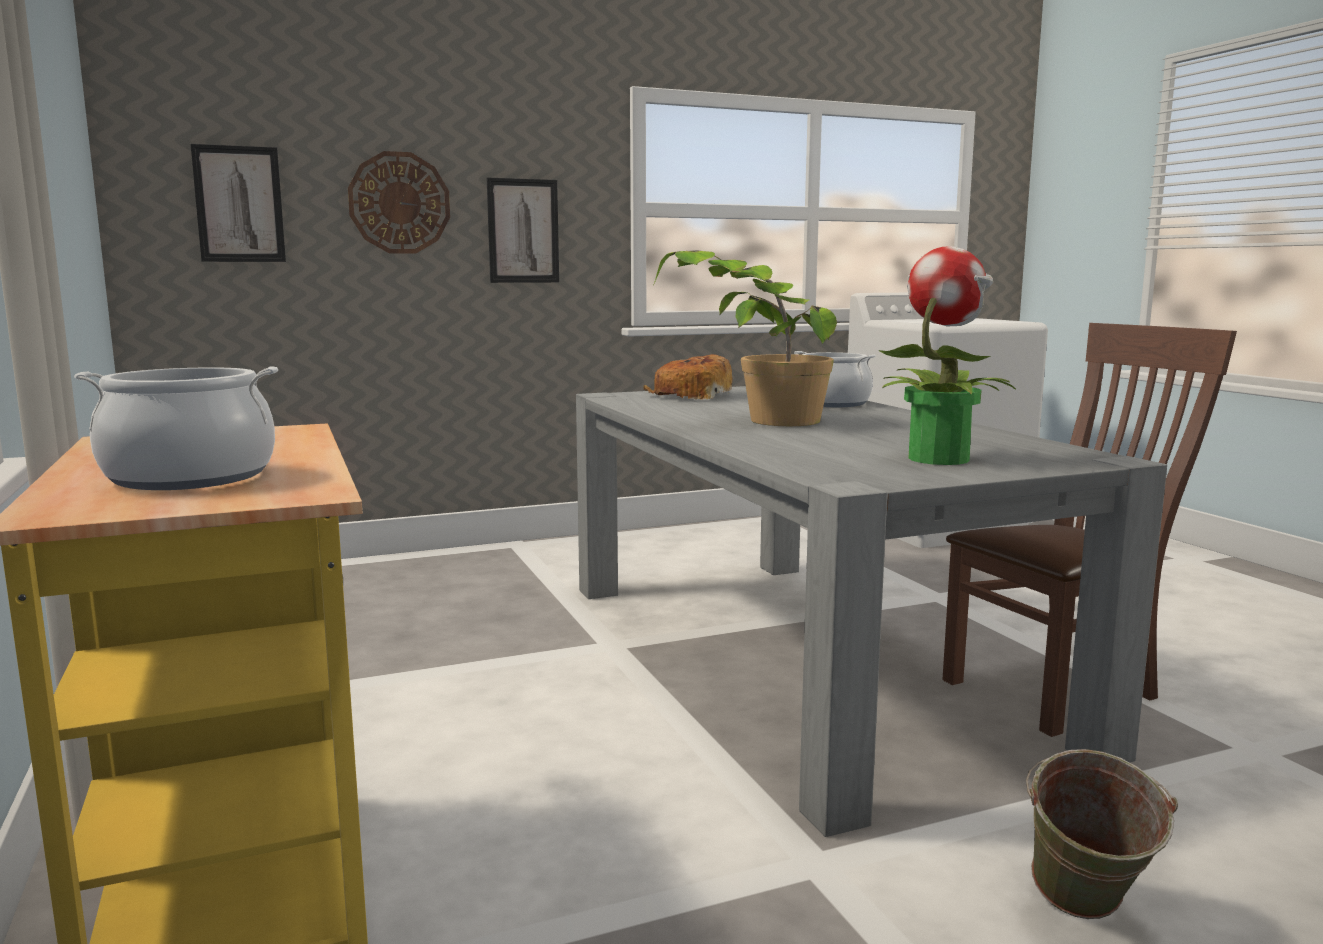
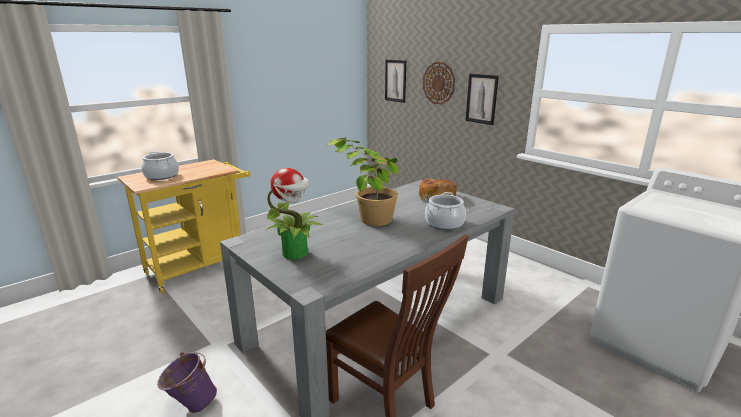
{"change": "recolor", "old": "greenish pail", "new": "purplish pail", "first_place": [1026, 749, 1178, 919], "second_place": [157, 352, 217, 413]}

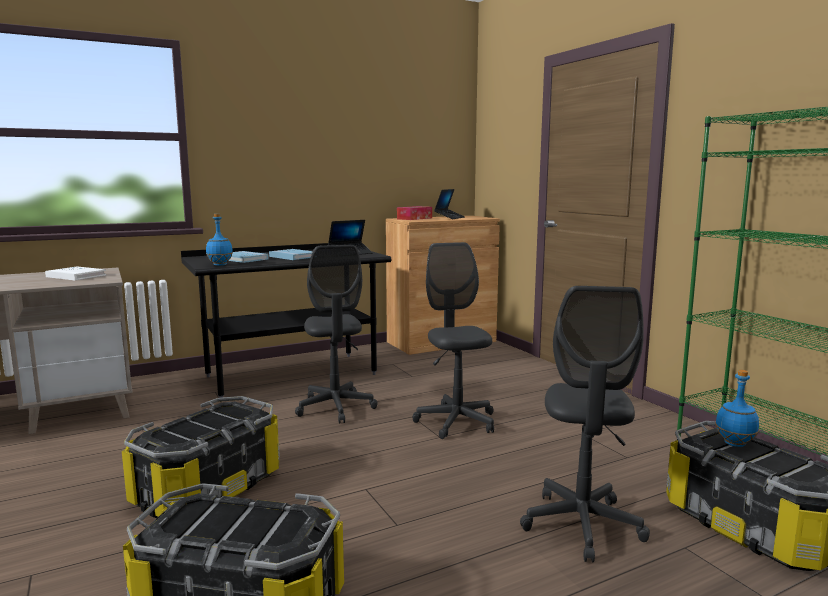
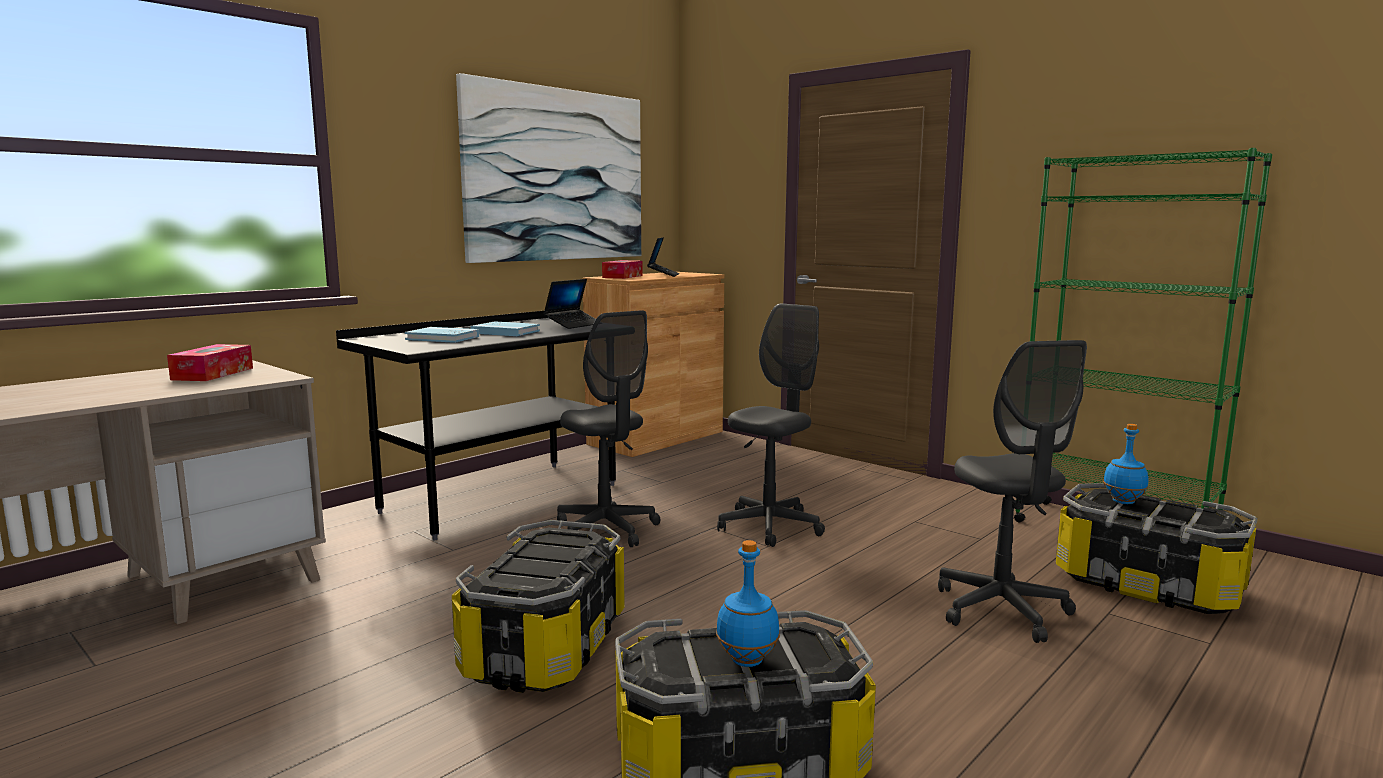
{"change": "replace", "old": "white-coloured volume", "new": "tissue box", "first_place": [45, 266, 106, 280], "second_place": [167, 344, 253, 381]}
{"change": "insert", "new": "wall picture", "second_place": [456, 73, 641, 263]}
{"change": "move", "old": "blue drink bottle", "first_place": [206, 214, 233, 266], "second_place": [716, 540, 780, 667]}
{"change": "rotate", "old": "grey computer chair", "first_place": [413, 242, 494, 439], "second_place": [717, 303, 825, 547], "degrees": 75}

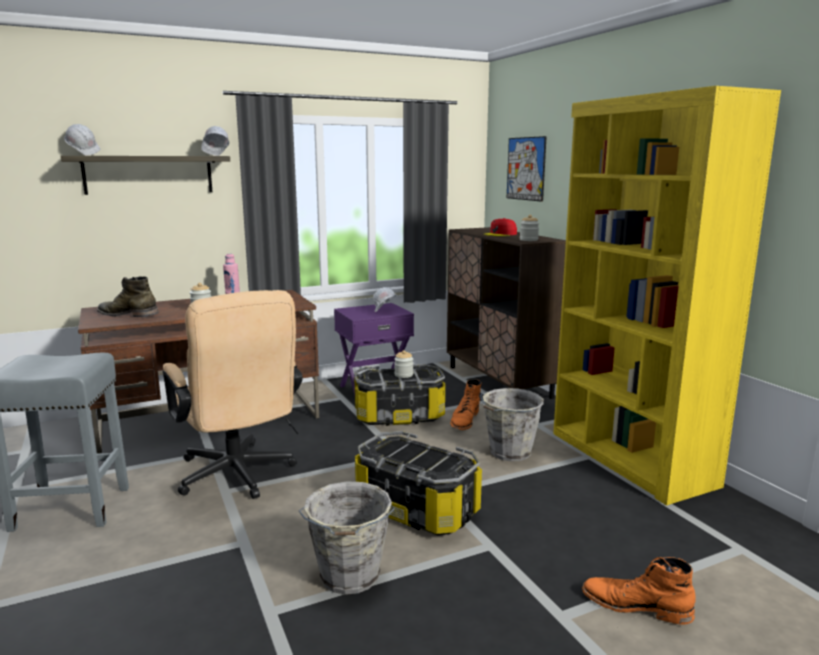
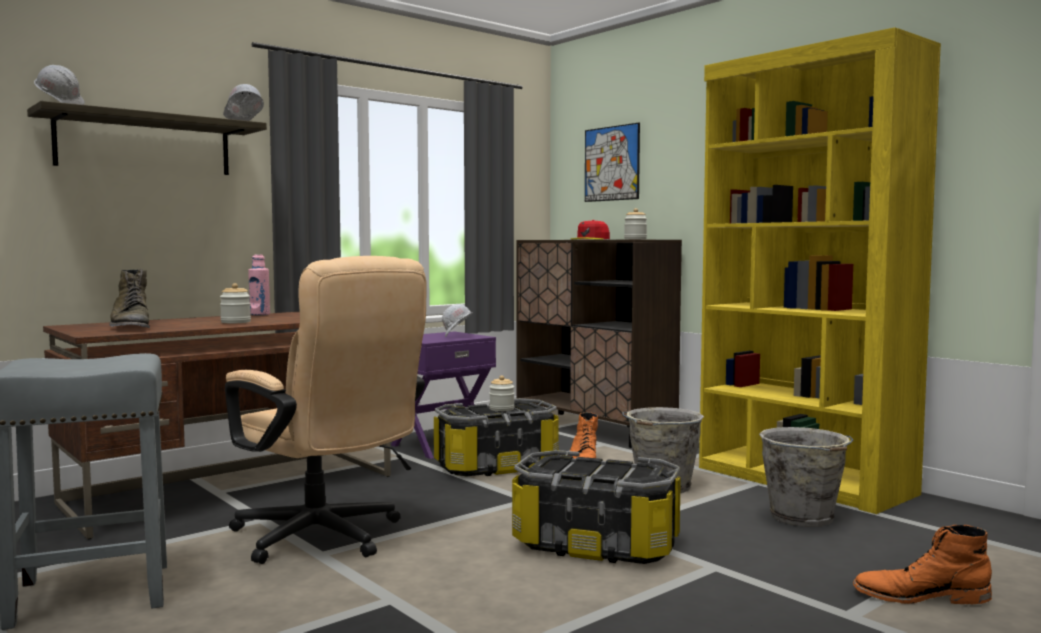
{"change": "rotate", "old": "greenish tall boot", "first_place": [97, 276, 159, 317], "second_place": [109, 269, 150, 328], "degrees": -120}
{"change": "move", "old": "grey pail", "first_place": [299, 481, 395, 595], "second_place": [759, 427, 853, 527]}

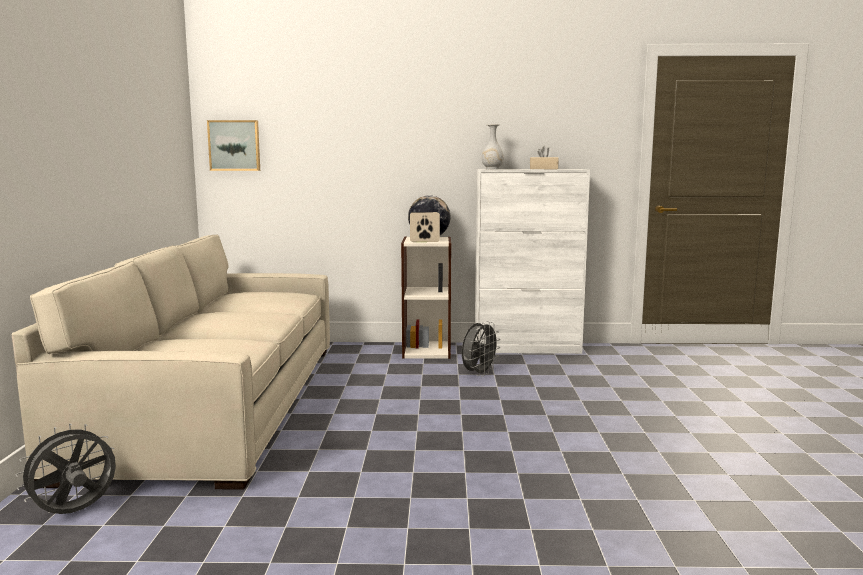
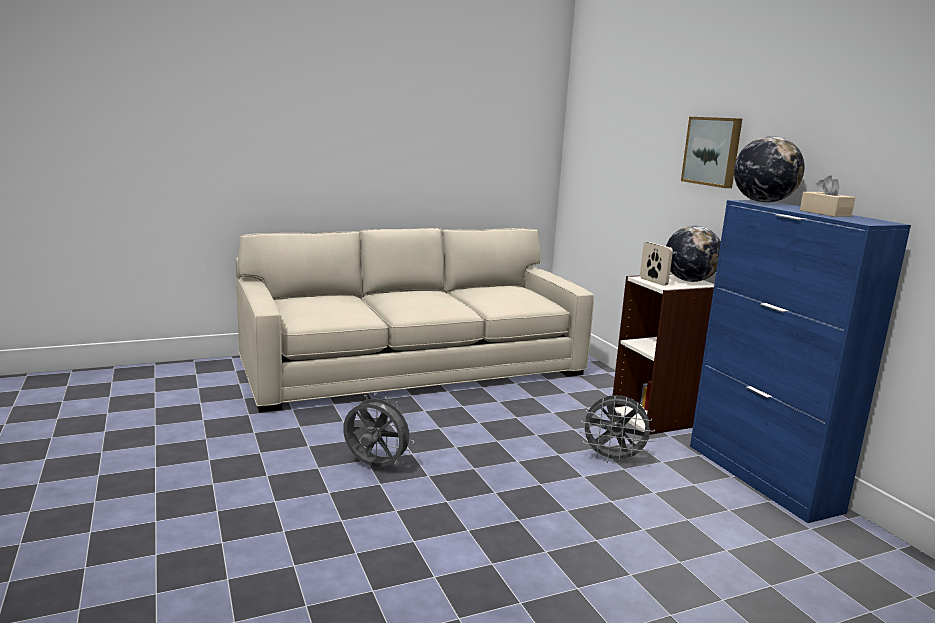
{"change": "move", "old": "grey fan", "first_place": [15, 423, 116, 514], "second_place": [343, 393, 415, 467]}
{"change": "move", "old": "wall picture", "first_place": [207, 120, 260, 171], "second_place": [681, 117, 742, 188]}
{"change": "recolor", "old": "white-coloured cupboard", "new": "blue cupboard", "first_place": [475, 169, 590, 354], "second_place": [690, 200, 911, 523]}
{"change": "replace", "old": "white-coloured flower vase", "new": "world globe", "first_place": [482, 124, 504, 169], "second_place": [734, 136, 805, 203]}

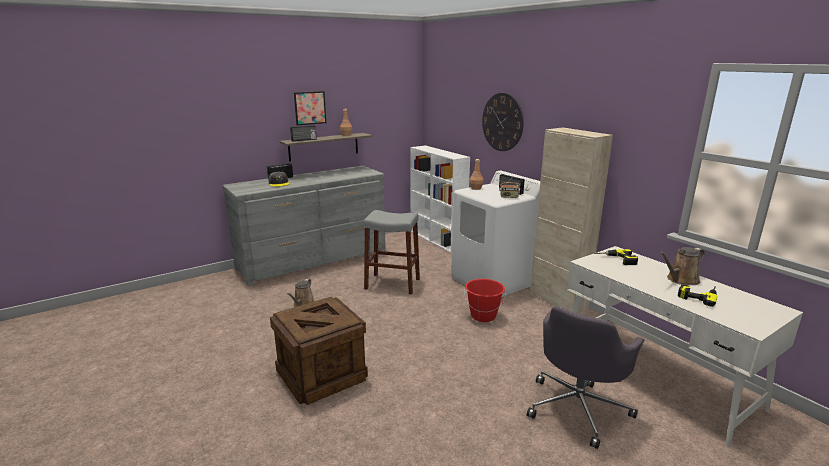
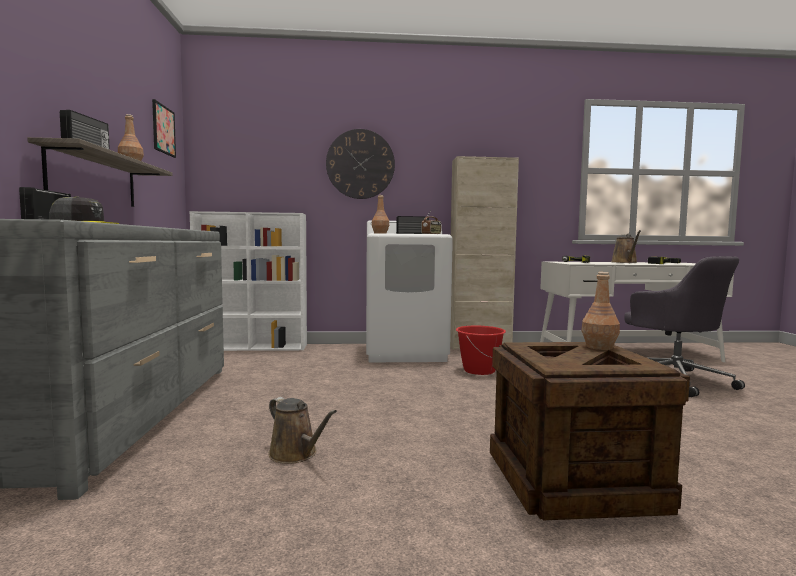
{"change": "move", "old": "wall picture", "first_place": [294, 91, 326, 125], "second_place": [152, 99, 176, 158]}
{"change": "insert", "new": "brown-coloured drink bottle", "second_place": [581, 272, 620, 350]}
{"change": "delete", "old": "grey sitting stool", "first_place": [363, 210, 420, 294]}

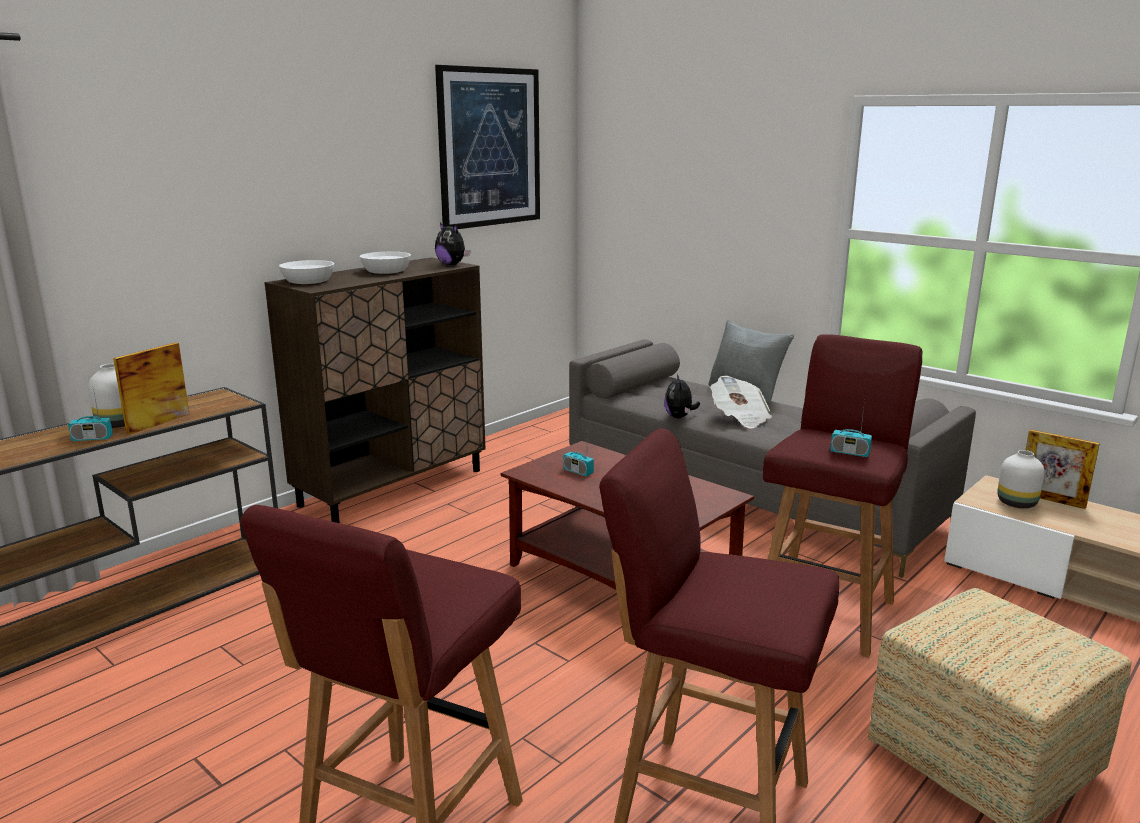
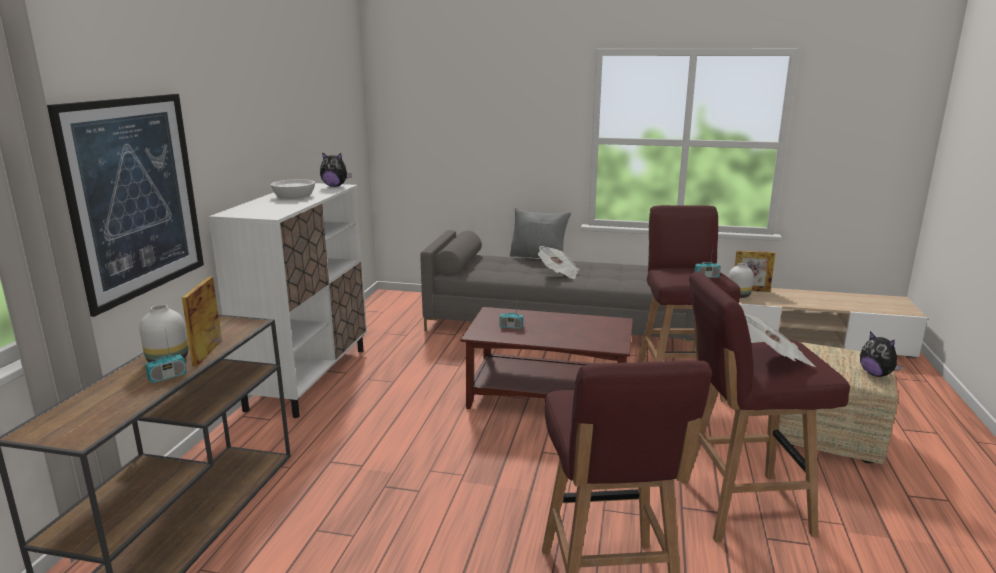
{"change": "move", "old": "wall picture", "first_place": [435, 65, 540, 229], "second_place": [47, 94, 204, 317]}
{"change": "recolor", "old": "brown-coloured cupboard", "new": "white-coloured cupboard", "first_place": [264, 258, 485, 523], "second_place": [209, 183, 367, 418]}
{"change": "insert", "new": "printed paper", "second_place": [744, 314, 816, 367]}
{"change": "move", "old": "plush toy", "first_place": [664, 374, 700, 418], "second_place": [860, 331, 903, 377]}
{"change": "delete", "old": "white-coloured deep dish", "first_place": [279, 260, 335, 284]}

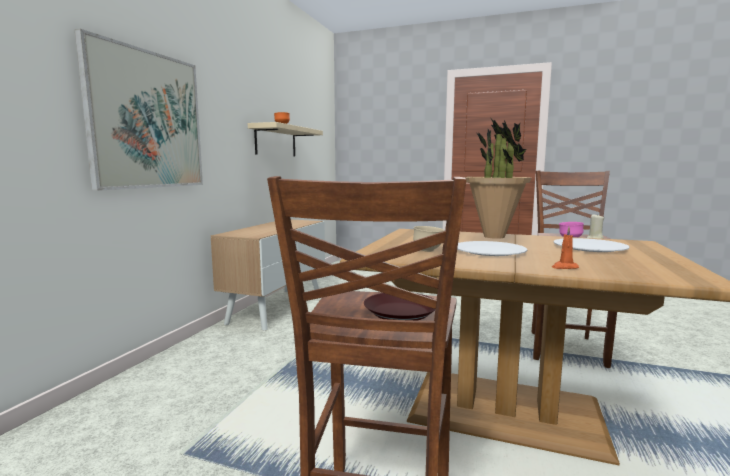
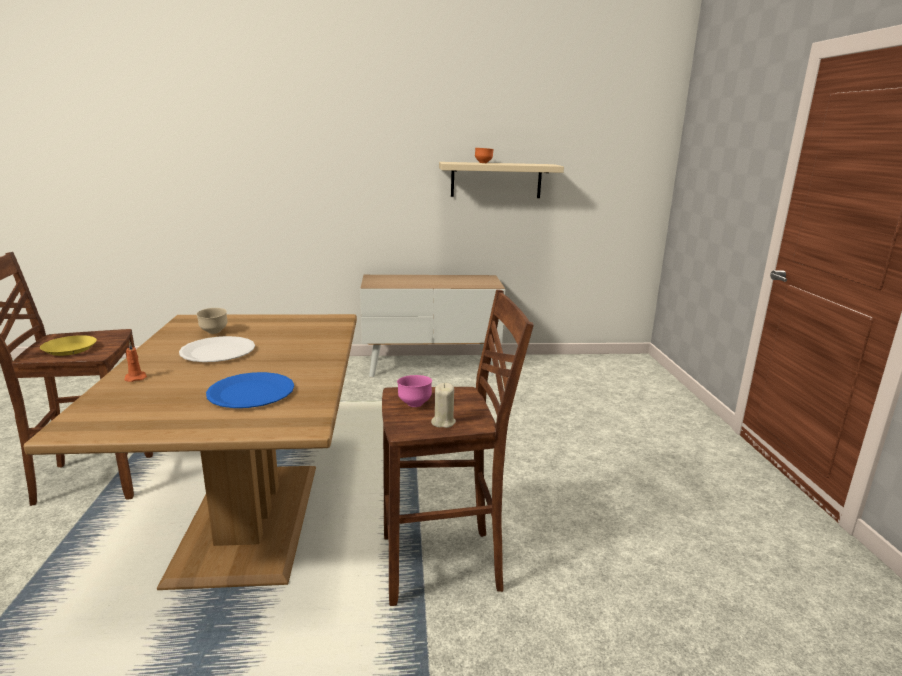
{"change": "recolor", "old": "brown-coloured plate", "new": "yellow plate", "first_place": [364, 293, 435, 320], "second_place": [40, 335, 97, 356]}
{"change": "recolor", "old": "white-coloured plate", "new": "blue plate", "first_place": [553, 238, 630, 252], "second_place": [206, 372, 294, 408]}
{"change": "delete", "old": "wall picture", "first_place": [75, 29, 203, 191]}
{"change": "delete", "old": "houseplant", "first_place": [465, 119, 531, 239]}

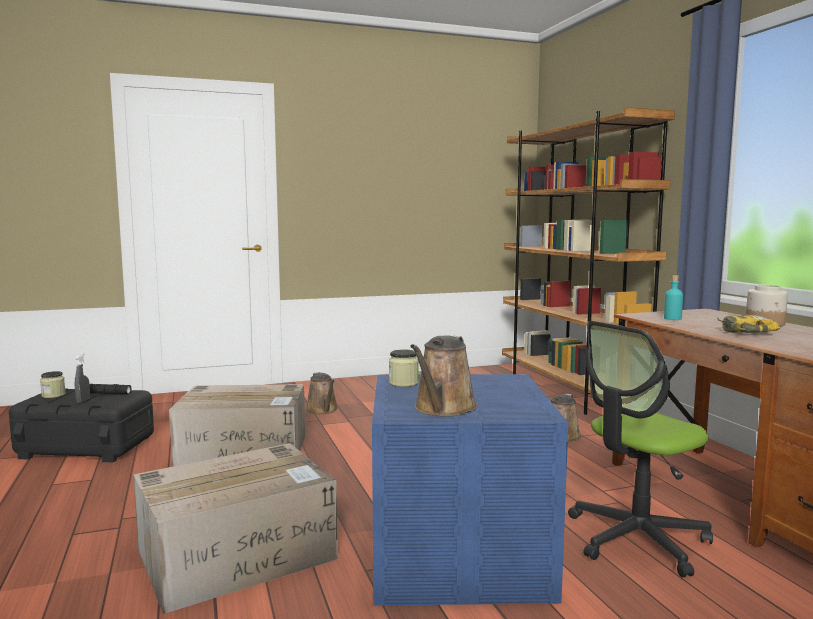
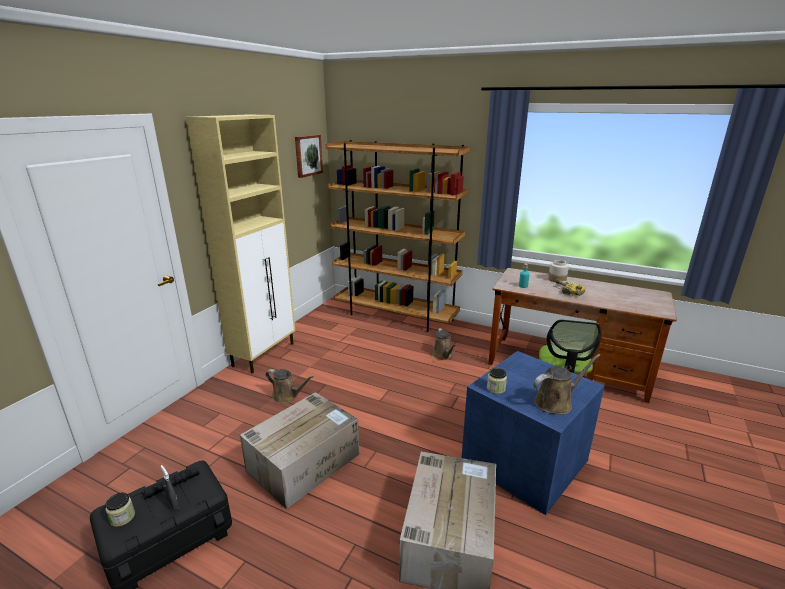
{"change": "insert", "new": "beige cupboard", "second_place": [186, 114, 295, 374]}
{"change": "insert", "new": "wall picture", "second_place": [295, 134, 323, 178]}
{"change": "rotate", "old": "brown-coloured sprinkling can", "first_place": [410, 335, 477, 417], "second_place": [533, 354, 601, 415], "degrees": -90}

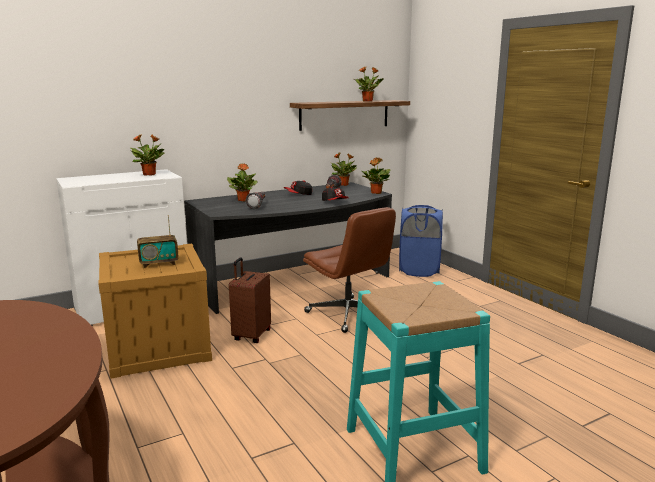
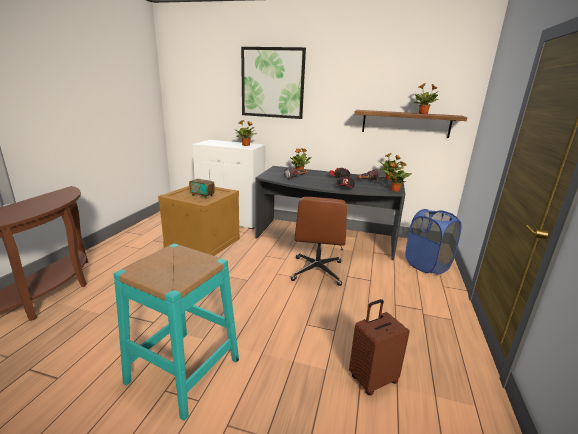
{"change": "insert", "new": "wall picture", "second_place": [241, 47, 306, 119]}
{"change": "move", "old": "brown-coloured suitcase", "first_place": [229, 258, 271, 343], "second_place": [349, 299, 410, 395]}

